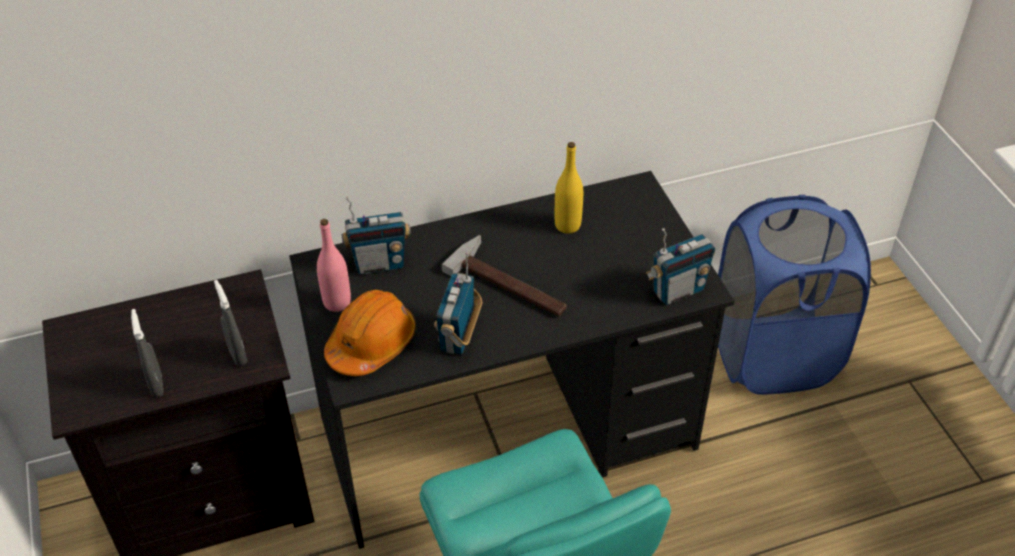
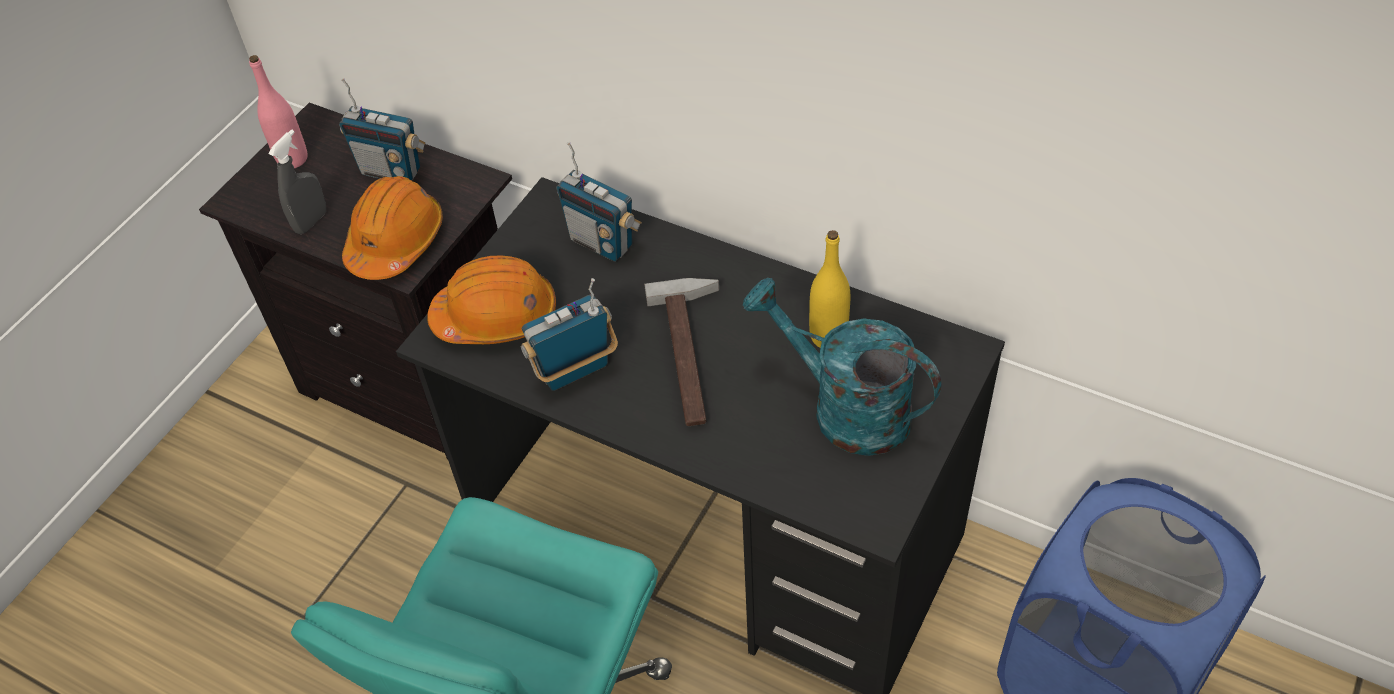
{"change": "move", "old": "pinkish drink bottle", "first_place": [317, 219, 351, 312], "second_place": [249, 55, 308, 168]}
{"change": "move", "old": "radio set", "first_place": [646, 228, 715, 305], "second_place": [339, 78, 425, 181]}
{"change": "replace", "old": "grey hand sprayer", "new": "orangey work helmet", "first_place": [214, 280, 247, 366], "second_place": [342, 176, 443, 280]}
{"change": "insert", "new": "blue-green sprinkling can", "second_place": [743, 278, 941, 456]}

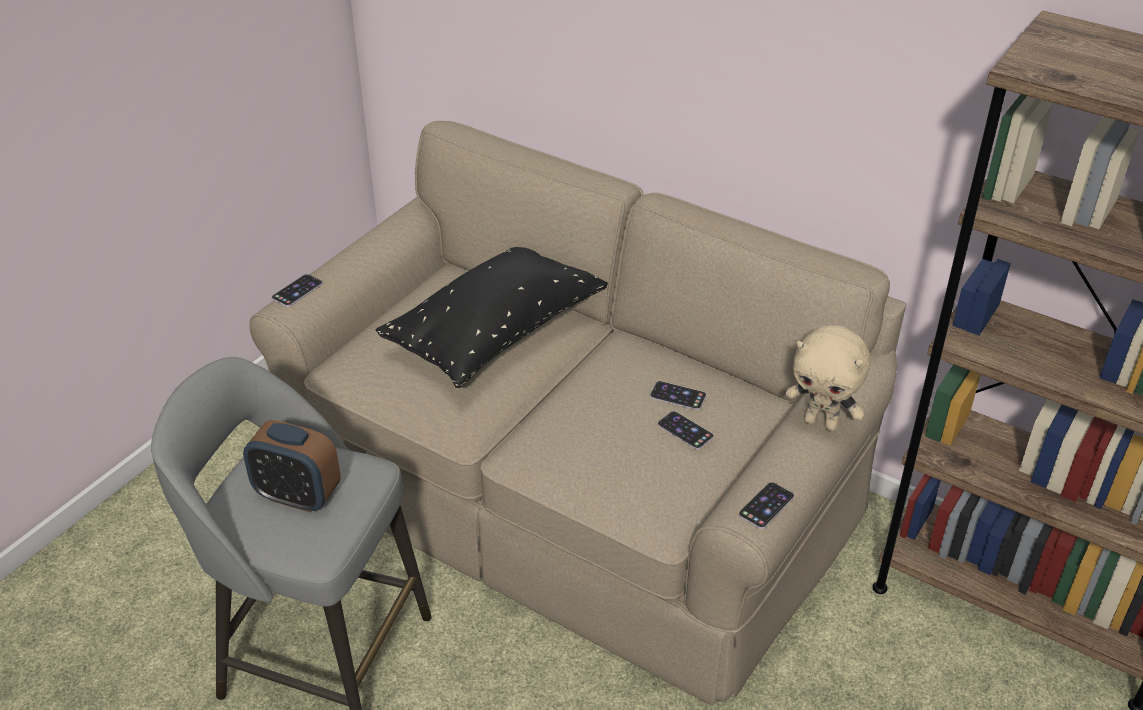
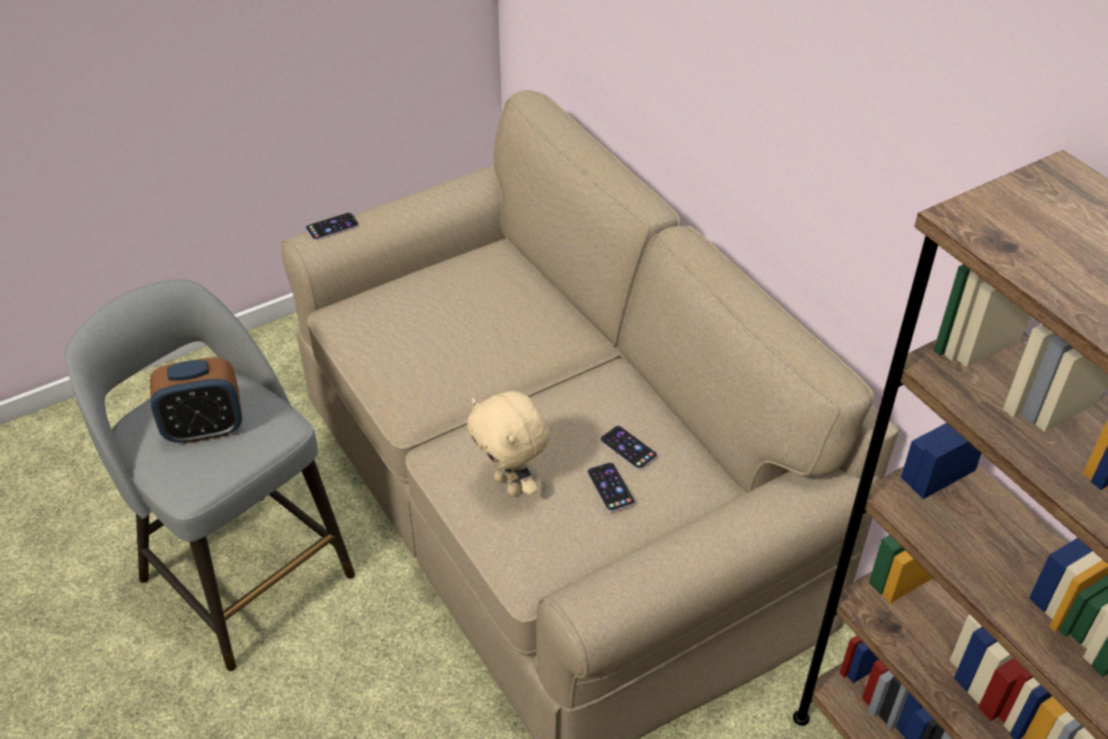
{"change": "rotate", "old": "bedside clock", "first_place": [243, 420, 341, 513], "second_place": [150, 357, 242, 444], "degrees": -60}
{"change": "move", "old": "beige plush toy", "first_place": [785, 325, 871, 431], "second_place": [467, 391, 550, 497]}
{"change": "delete", "old": "black cushion", "first_place": [376, 247, 608, 388]}
{"change": "delete", "old": "phone", "first_place": [739, 482, 794, 529]}

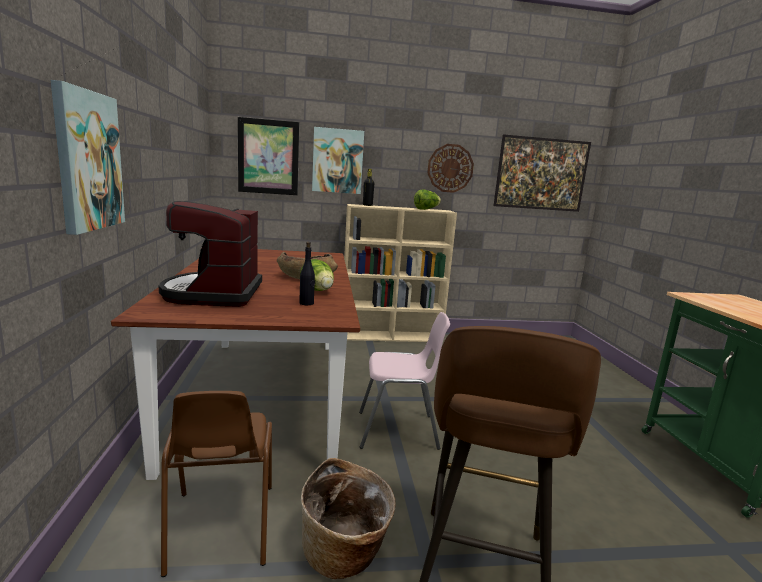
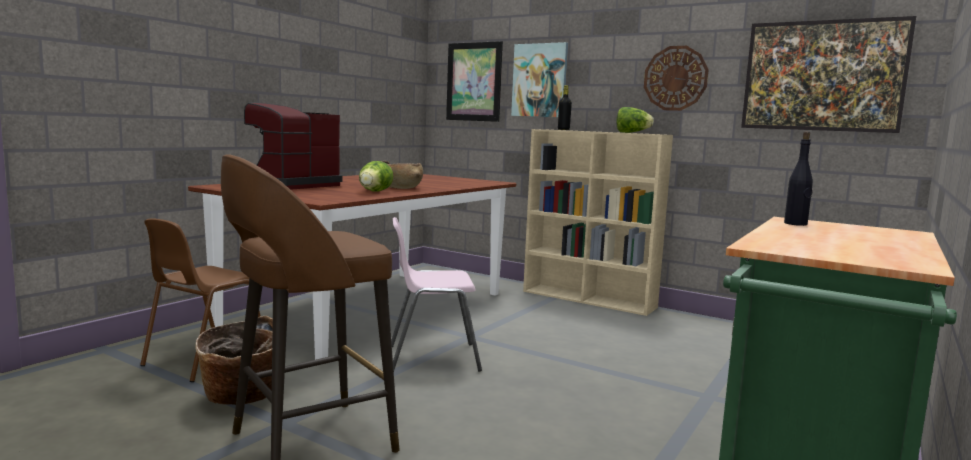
{"change": "rotate", "old": "pinkish chair", "first_place": [359, 312, 450, 450], "second_place": [391, 217, 482, 372], "degrees": 135}
{"change": "move", "old": "black drink bottle", "first_place": [299, 242, 315, 305], "second_place": [784, 131, 813, 226]}
{"change": "delete", "old": "wall picture", "first_place": [51, 80, 125, 235]}

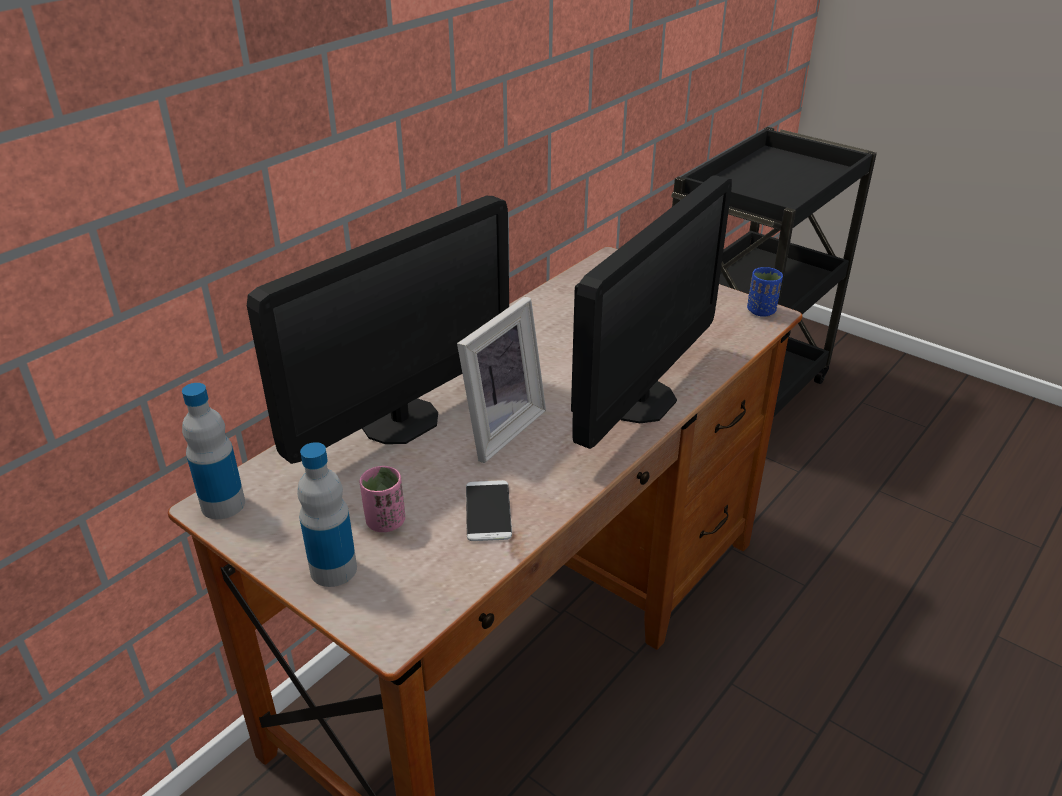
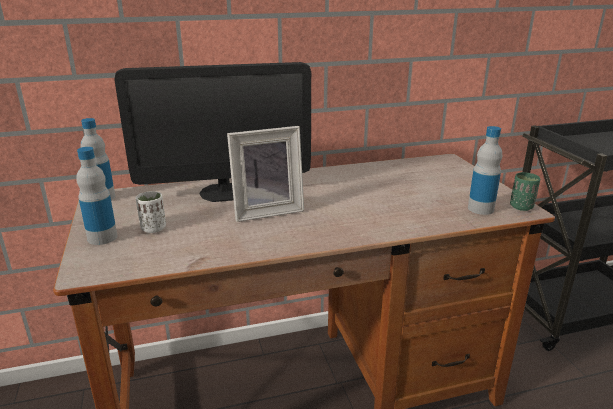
{"change": "recolor", "old": "pinkish drinking cup", "new": "white-coloured drinking cup", "first_place": [360, 466, 405, 532], "second_place": [136, 191, 166, 233]}
{"change": "insert", "new": "drink bottle", "second_place": [468, 126, 502, 215]}
{"change": "recolor", "old": "blue drinking cup", "new": "greenish drinking cup", "first_place": [747, 267, 783, 317], "second_place": [510, 172, 540, 211]}
{"change": "delete", "old": "phone", "first_place": [466, 480, 512, 541]}
{"change": "delete", "old": "computer screen", "first_place": [571, 175, 732, 449]}

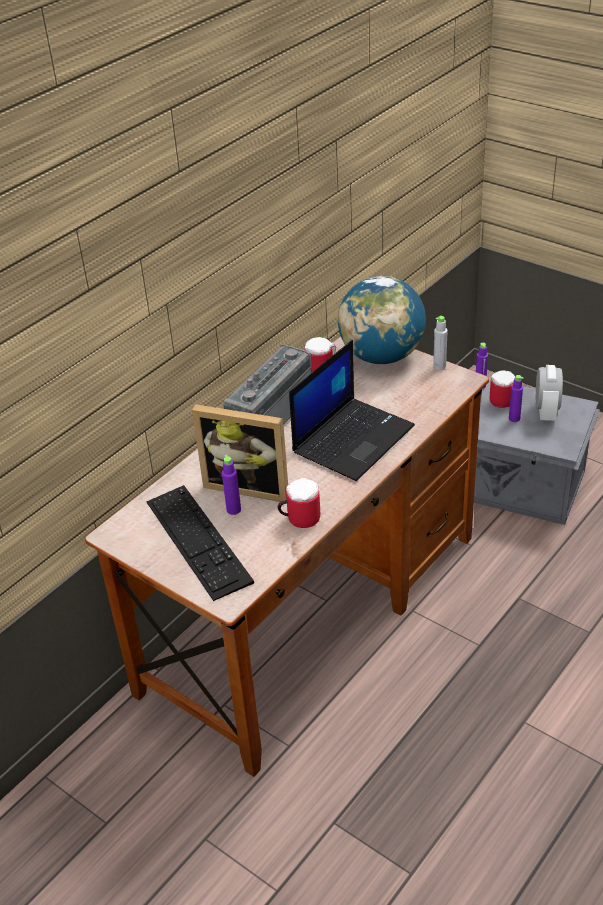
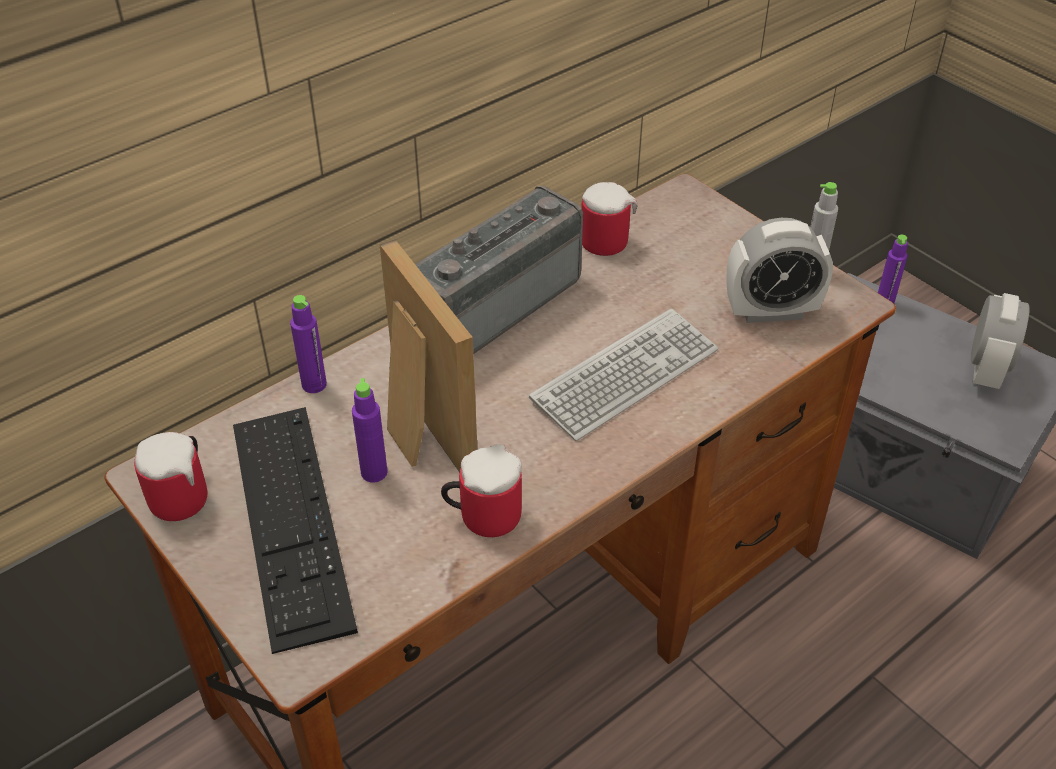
{"change": "move", "old": "tea mug", "first_place": [490, 370, 515, 408], "second_place": [134, 432, 208, 521]}
{"change": "move", "old": "purplish drink bottle", "first_place": [509, 375, 523, 422], "second_place": [290, 295, 327, 393]}
{"change": "rotate", "old": "standing frame", "first_place": [192, 404, 288, 502], "second_place": [380, 240, 477, 472], "degrees": -150}
{"change": "replace", "old": "notebook computer", "new": "PC keyboard", "first_place": [289, 340, 415, 481], "second_place": [529, 309, 718, 441]}
{"change": "insert", "new": "bedside clock", "second_place": [726, 218, 833, 323]}
{"change": "delete", "old": "world globe", "first_place": [338, 276, 426, 364]}

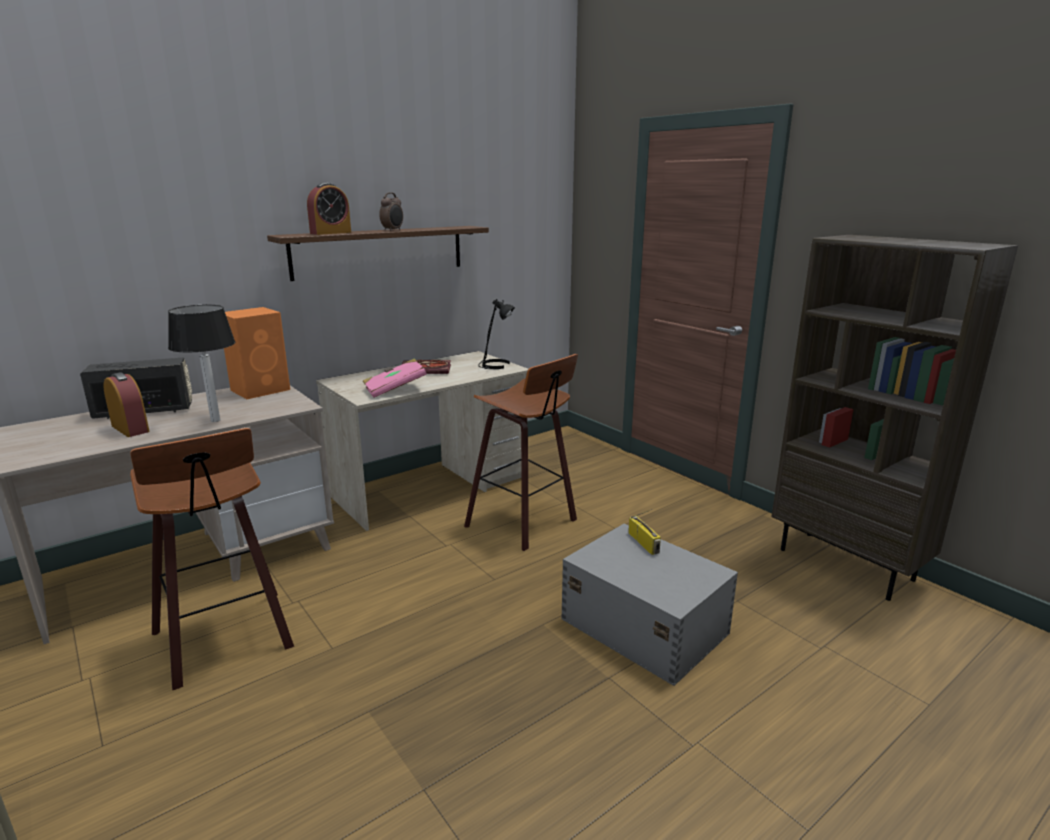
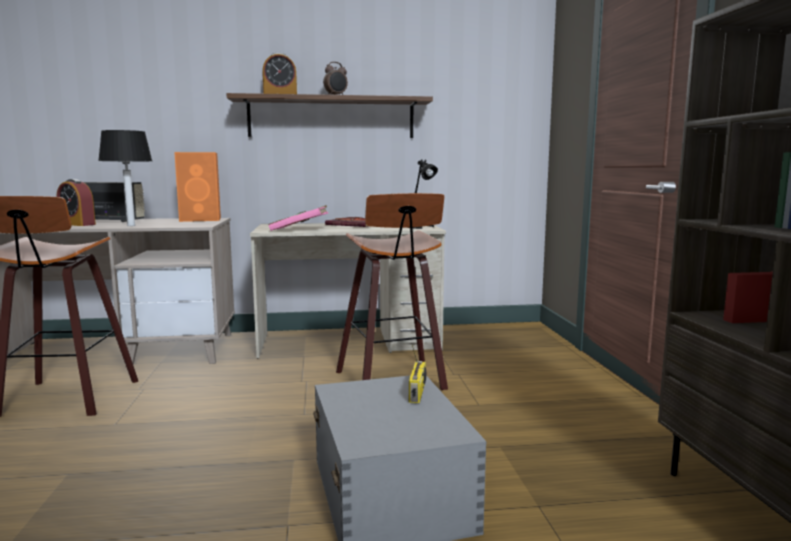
{"change": "rotate", "old": "bedside clock", "first_place": [103, 372, 150, 437], "second_place": [56, 179, 96, 226], "degrees": 135}

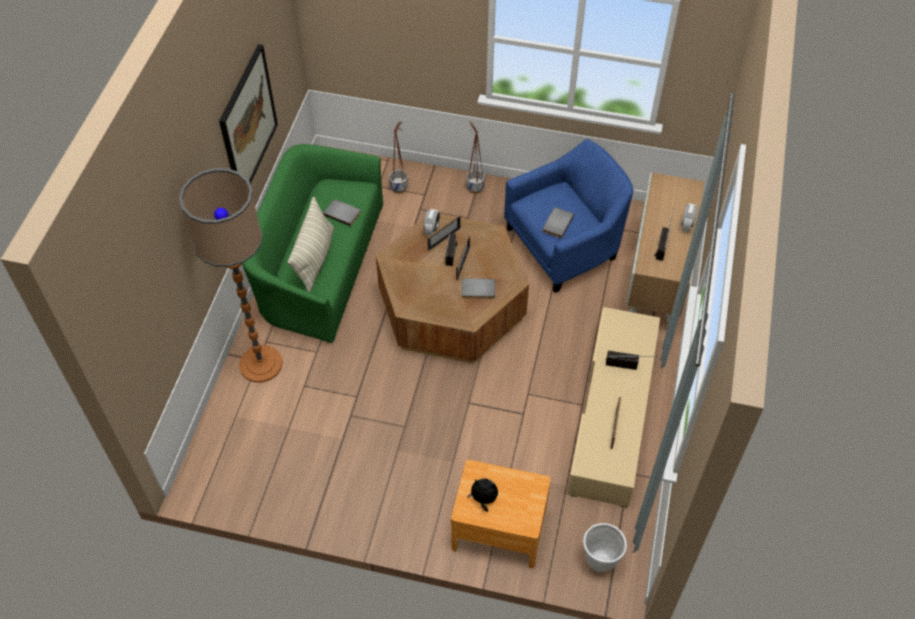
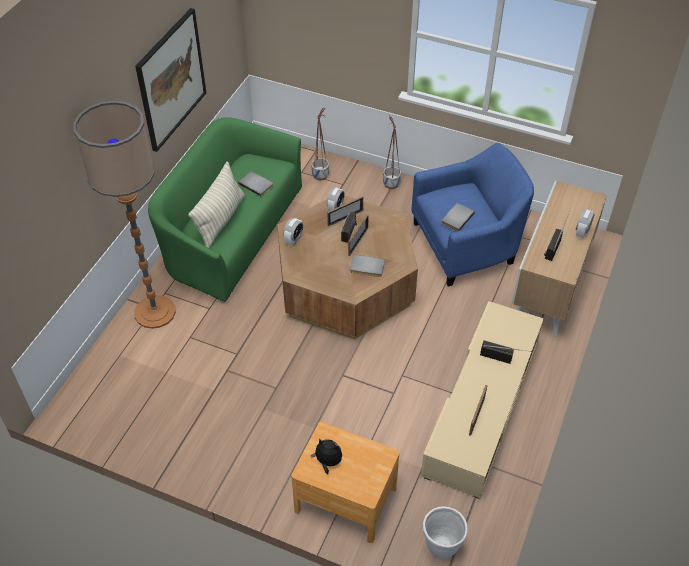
{"change": "insert", "new": "bedside clock", "second_place": [283, 218, 303, 246]}

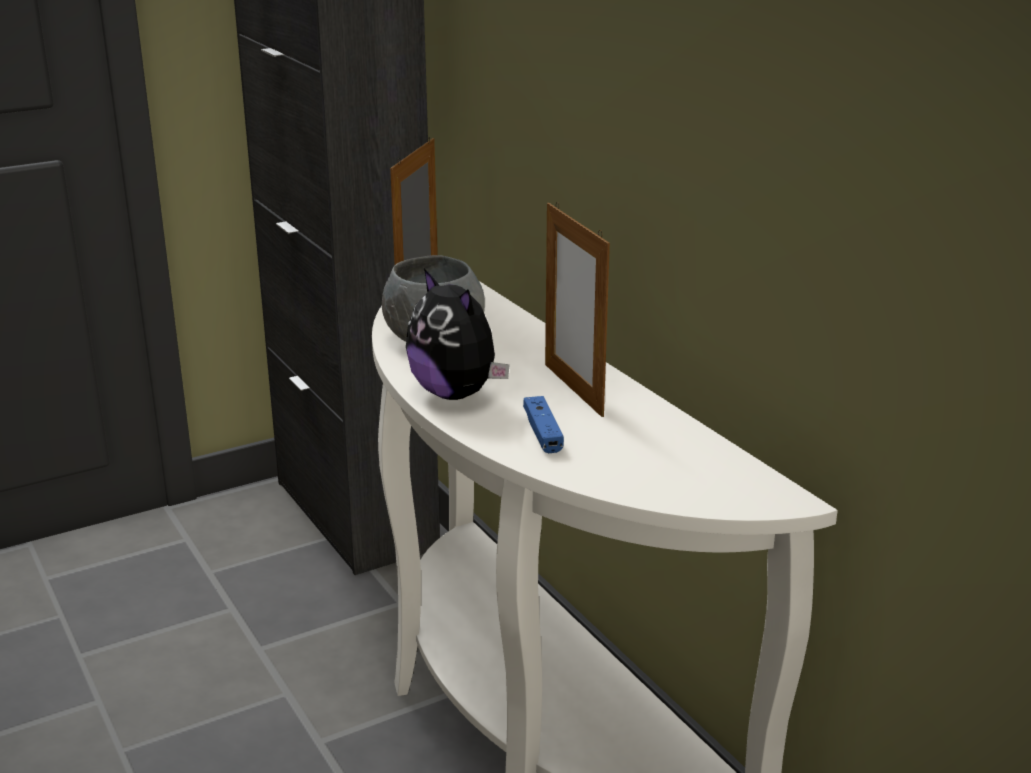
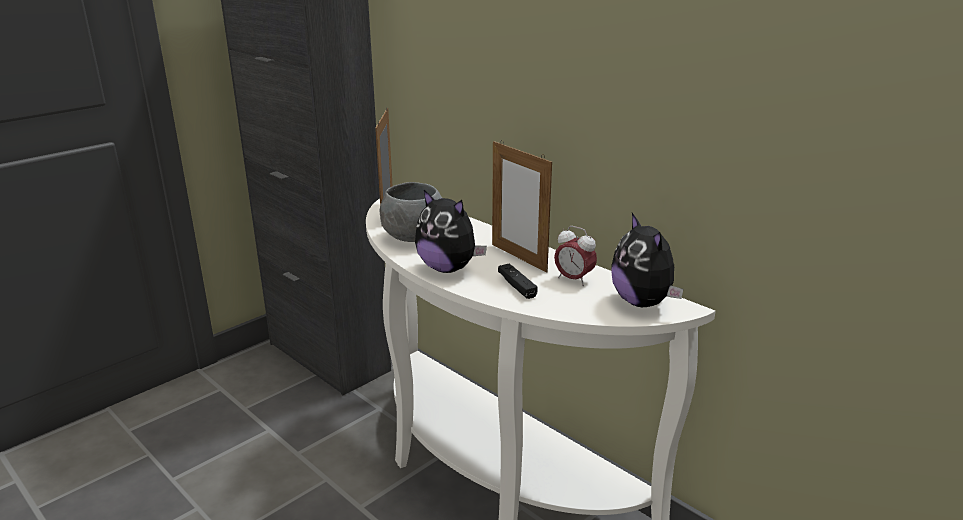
{"change": "recolor", "old": "blue gamepad", "new": "black gamepad", "first_place": [523, 396, 564, 453], "second_place": [498, 263, 538, 299]}
{"change": "insert", "new": "bedside clock", "second_place": [554, 226, 597, 286]}
{"change": "insert", "new": "plush toy", "second_place": [611, 213, 683, 307]}

